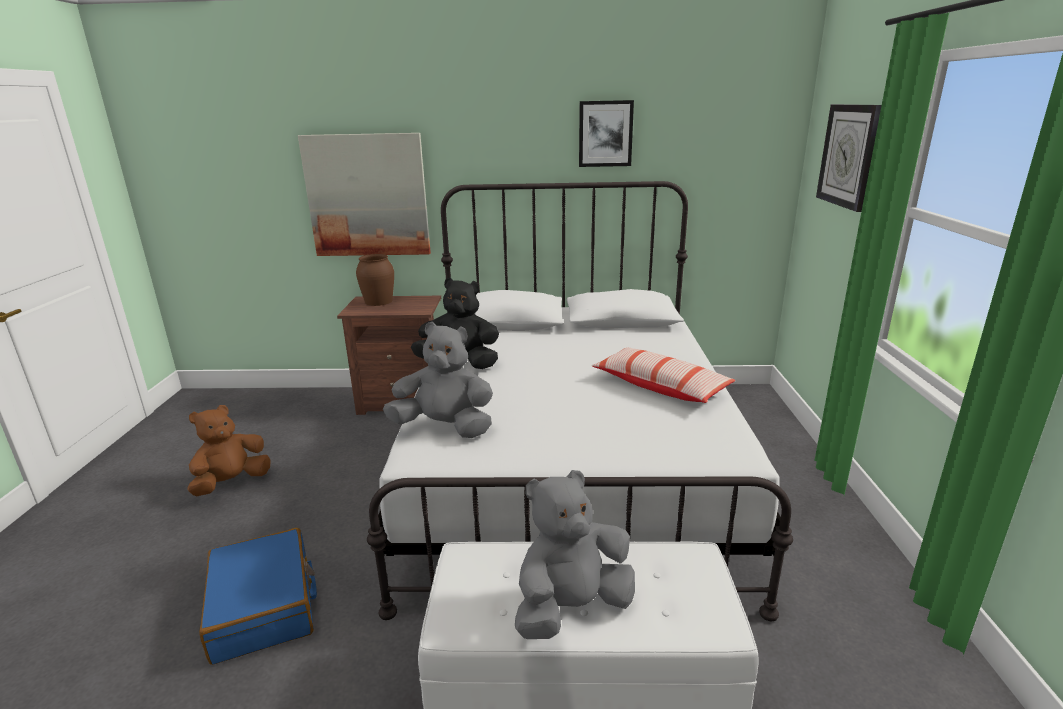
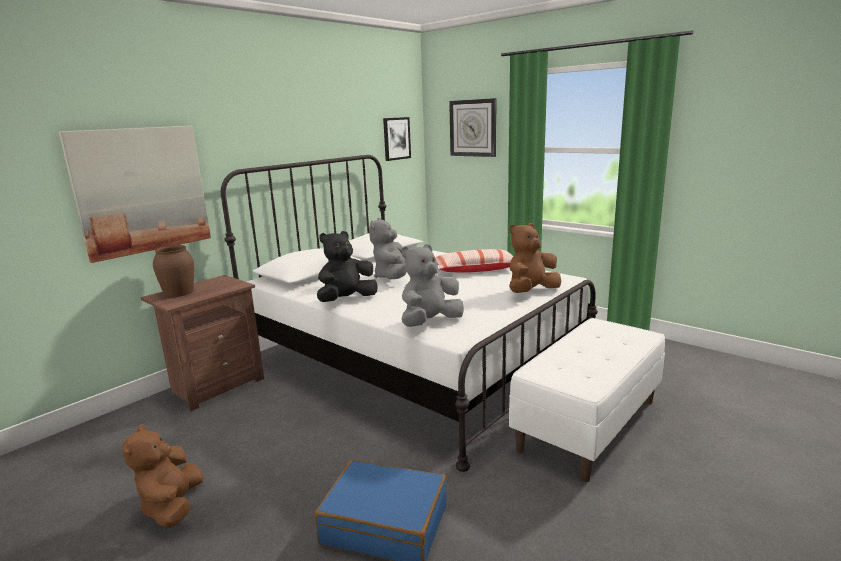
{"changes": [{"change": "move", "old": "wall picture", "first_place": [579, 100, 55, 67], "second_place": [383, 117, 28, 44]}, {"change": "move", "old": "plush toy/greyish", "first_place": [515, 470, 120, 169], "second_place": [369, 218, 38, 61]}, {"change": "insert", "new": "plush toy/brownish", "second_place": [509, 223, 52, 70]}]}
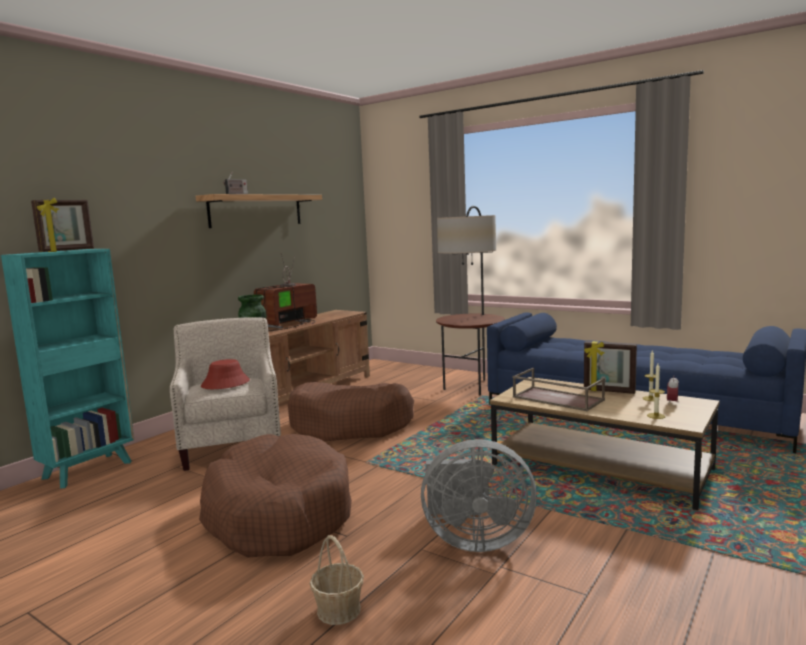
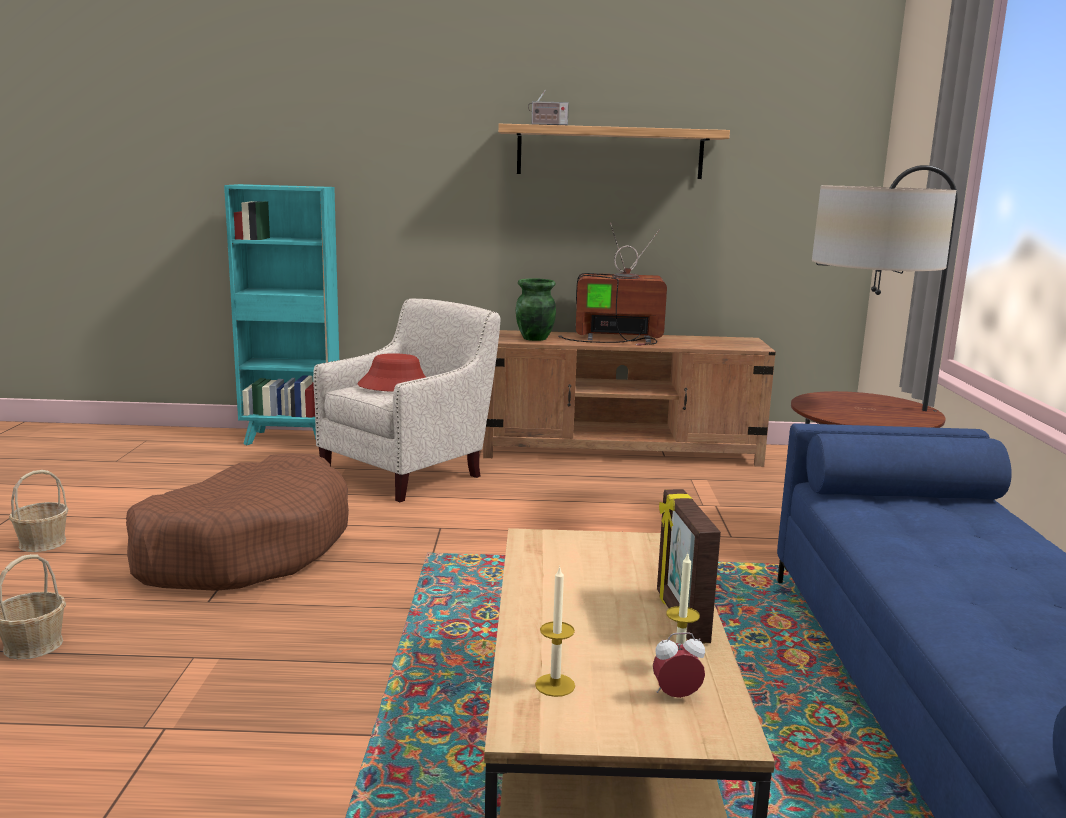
{"changes": [{"change": "delete", "old": "picture frame", "first_place": [31, 198, 63, 54]}, {"change": "delete", "old": "carrying tray/brownish", "first_place": [513, 368, 92, 43]}, {"change": "delete", "old": "dog bed/brownish", "first_place": [288, 382, 126, 59]}, {"change": "delete", "old": "cooling fan/greyish", "first_place": [421, 439, 116, 113]}, {"change": "insert", "new": "basket", "second_place": [9, 470, 59, 82]}]}
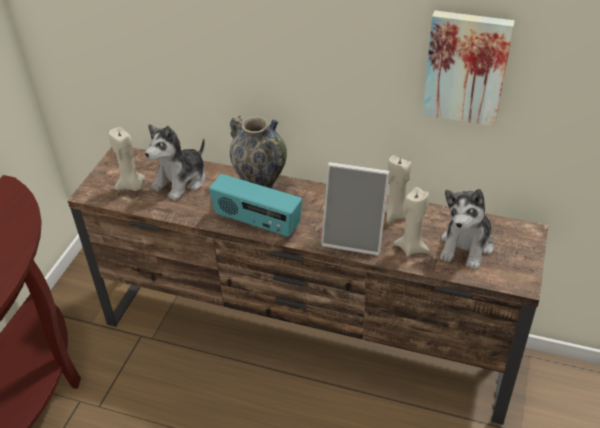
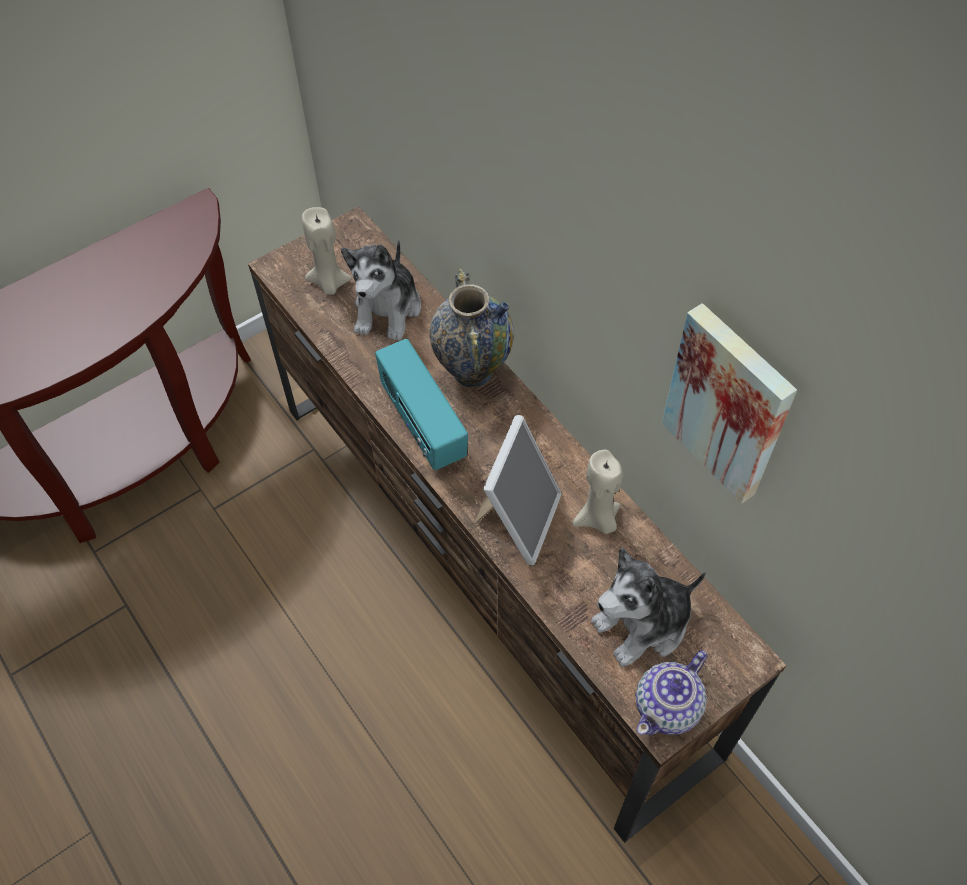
{"changes": [{"change": "rotate", "old": "plush toy", "first_place": [145, 124, 60, 77], "second_place": [341, 239, 80, 102], "degrees": -60}, {"change": "rotate", "old": "picture frame", "first_place": [321, 162, 69, 94], "second_place": [474, 415, 88, 150], "degrees": -120}, {"change": "delete", "old": "wax candle/beige", "first_place": [393, 187, 37, 70]}, {"change": "insert", "new": "pot for tea", "second_place": [635, 650, 73, 85]}]}
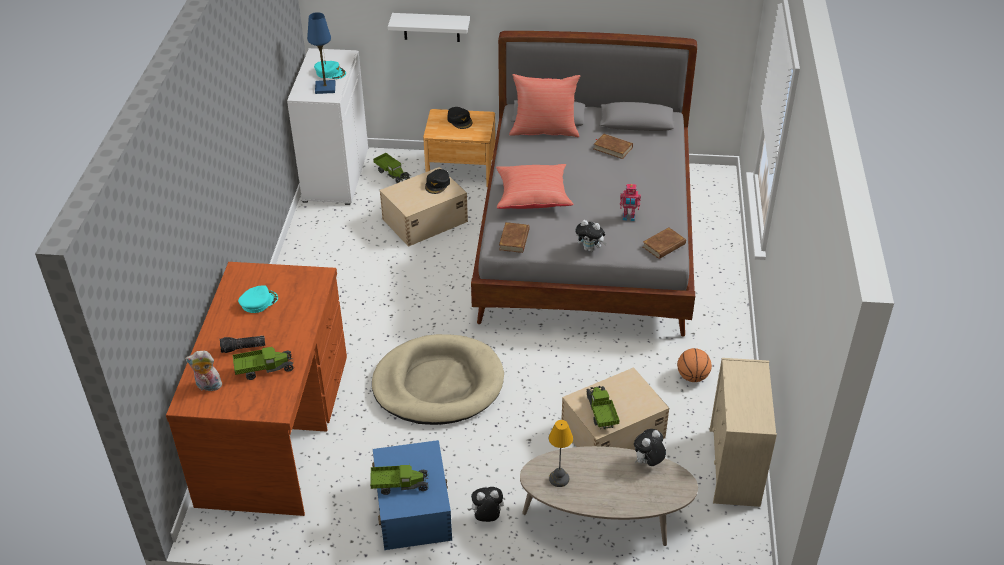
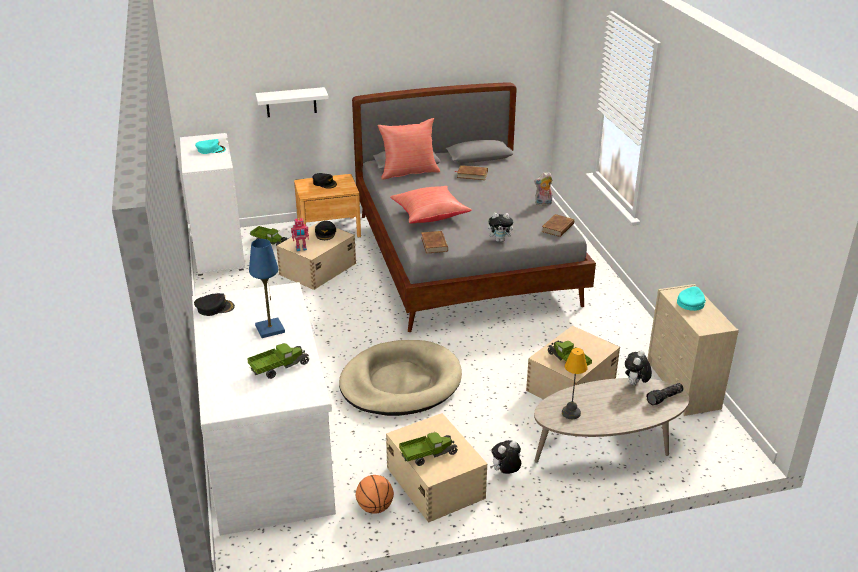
{"changes": [{"change": "move", "old": "lamp for a table/blue-coloured", "first_place": [307, 12, 29, 82], "second_place": [249, 239, 36, 99]}, {"change": "move", "old": "toy robot", "first_place": [620, 184, 21, 37], "second_place": [291, 218, 18, 33]}, {"change": "recolor", "old": "desk/brownish", "new": "desk/whitish", "first_place": [166, 262, 181, 254], "second_place": [192, 282, 144, 254]}, {"change": "move", "old": "cap/turquoise", "first_place": [238, 285, 40, 28], "second_place": [677, 286, 29, 25]}, {"change": "move", "old": "hand torch", "first_place": [220, 336, 45, 17], "second_place": [646, 383, 38, 22]}, {"change": "move", "old": "basketball ball", "first_place": [677, 348, 35, 34], "second_place": [356, 475, 38, 39]}, {"change": "move", "old": "plush toy", "first_place": [185, 351, 37, 40], "second_place": [534, 172, 19, 34]}, {"change": "recolor", "old": "storage box/blue-coloured", "new": "storage box/beige", "first_place": [372, 440, 80, 110], "second_place": [386, 413, 101, 110]}, {"change": "insert", "new": "cap/blackish", "second_place": [194, 293, 41, 23]}]}
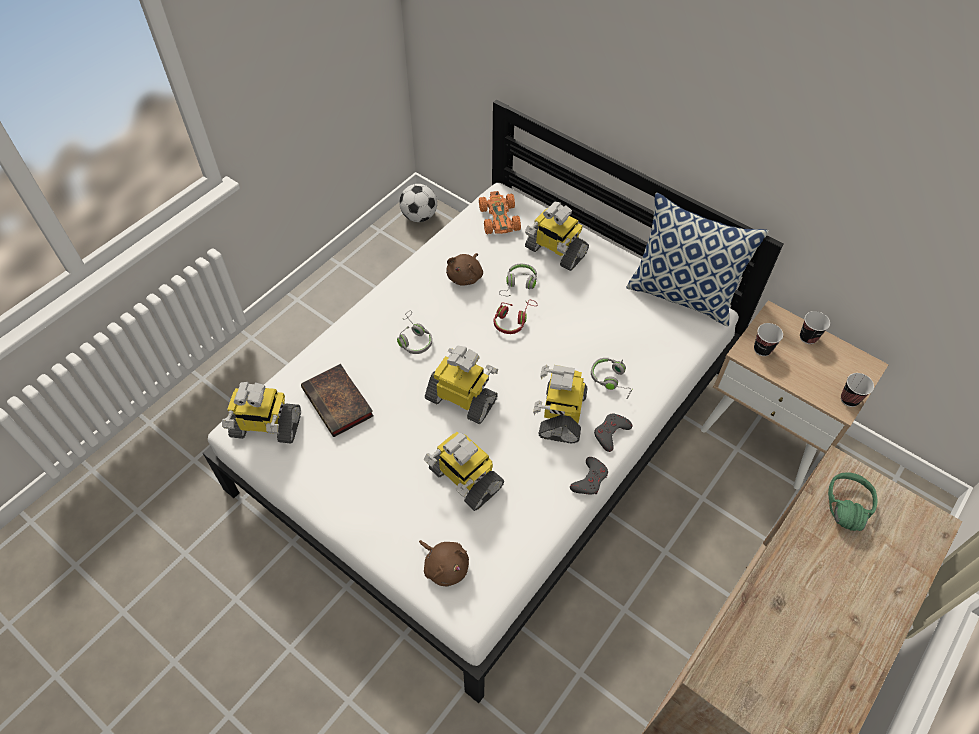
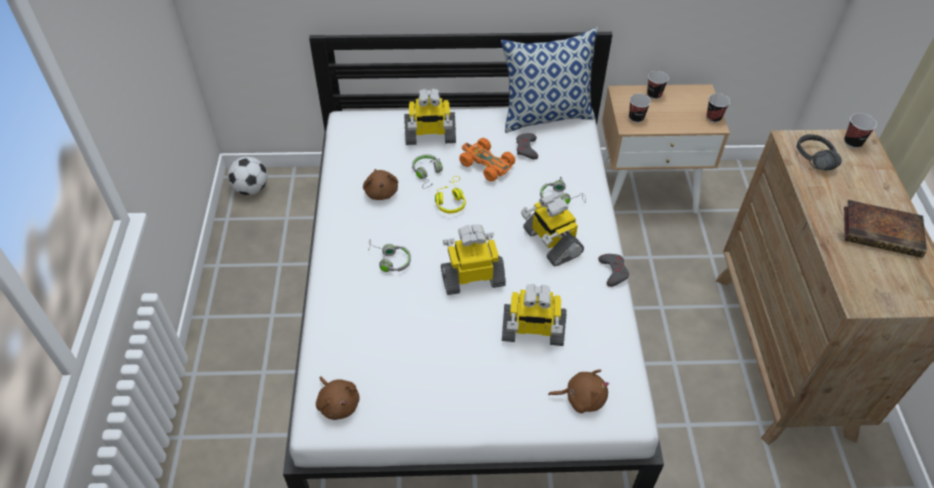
{"changes": [{"change": "move", "old": "model car/orange-coloured", "first_place": [479, 191, 42, 43], "second_place": [459, 138, 56, 44]}, {"change": "recolor", "old": "pair of headphones/red", "new": "pair of headphones/yellow-coloured", "first_place": [494, 300, 43, 34], "second_place": [435, 176, 31, 38]}, {"change": "move", "old": "volume", "first_place": [301, 364, 73, 73], "second_place": [844, 200, 83, 58]}, {"change": "replace", "old": "toy robot", "new": "plush toy/brownish", "first_place": [222, 382, 79, 62], "second_place": [316, 376, 44, 44]}, {"change": "move", "old": "game controller/greyish", "first_place": [594, 414, 39, 38], "second_place": [516, 133, 22, 27]}, {"change": "recolor", "old": "pair of headphones/green-coloured", "new": "pair of headphones/blackish", "first_place": [828, 472, 49, 59], "second_place": [797, 134, 45, 37]}, {"change": "insert", "new": "small cup", "second_place": [844, 113, 33, 35]}]}
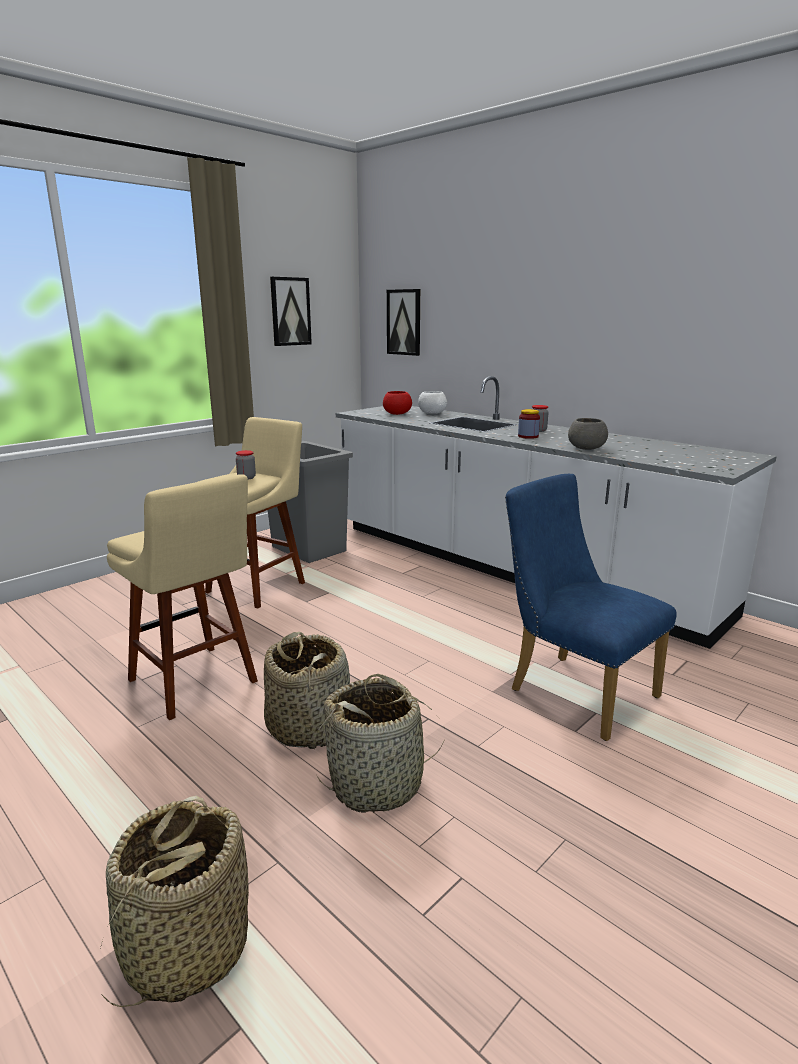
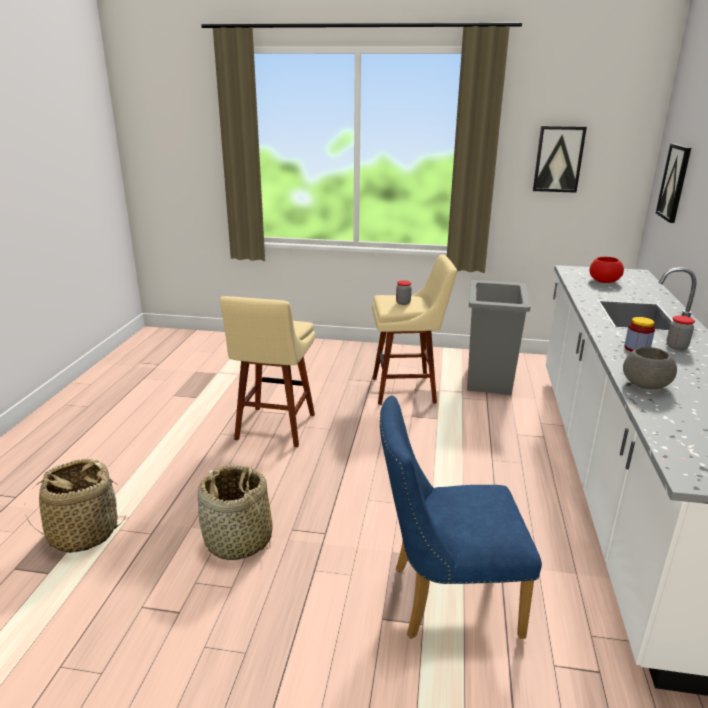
{"changes": [{"change": "delete", "old": "deep dish/whitish", "first_place": [418, 391, 29, 23]}, {"change": "rotate", "old": "chair/blue-coloured", "first_place": [505, 474, 172, 267], "second_place": [380, 396, 162, 243], "degrees": -105}, {"change": "delete", "old": "basket", "first_place": [264, 632, 86, 117]}]}
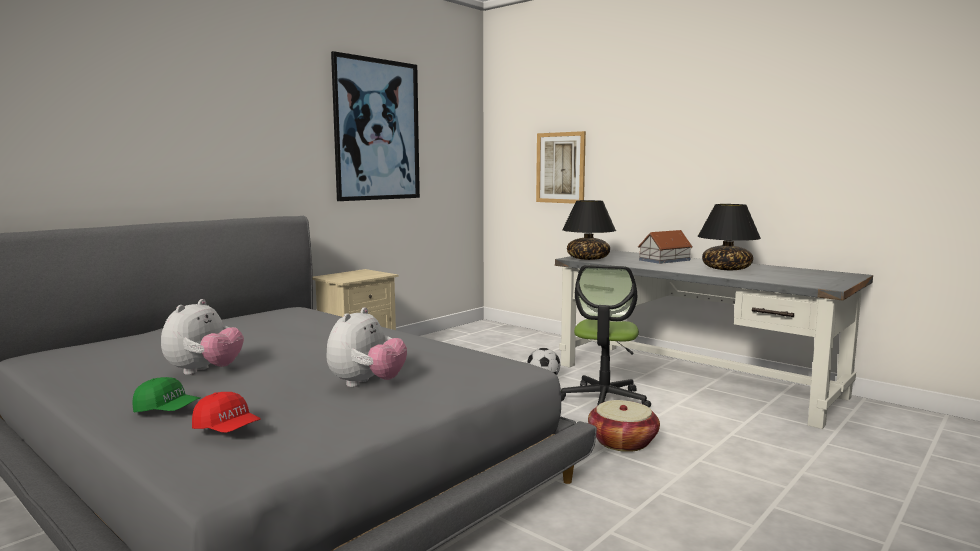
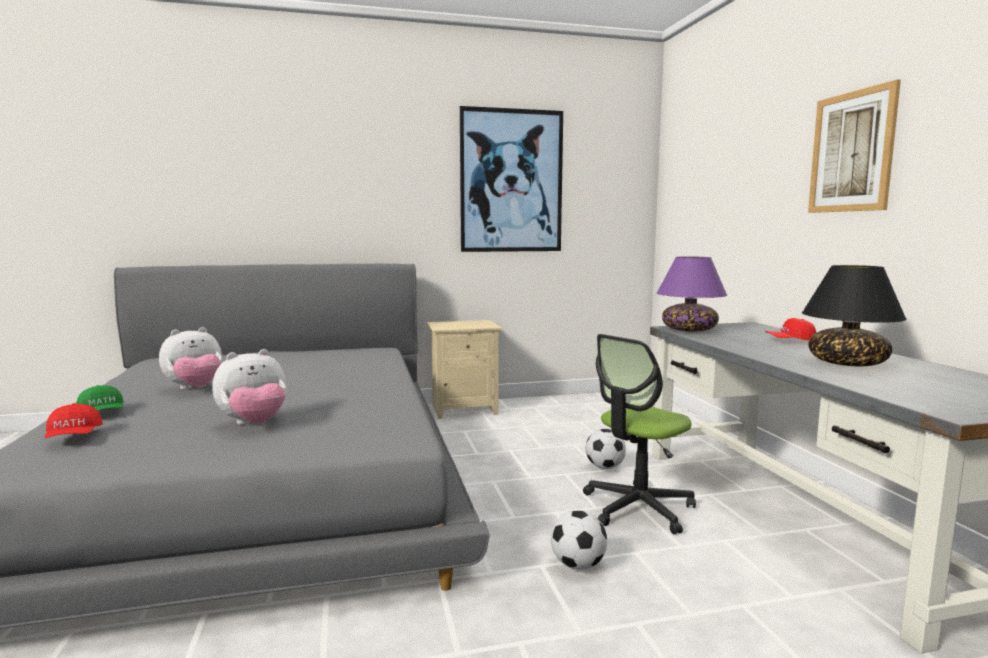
{"changes": [{"change": "move", "old": "wall picture", "first_place": [536, 131, 50, 73], "second_place": [808, 79, 93, 134]}, {"change": "recolor", "old": "lamp for a table/blackish", "new": "lamp for a table/purplish", "first_place": [562, 200, 54, 60], "second_place": [657, 256, 70, 76]}, {"change": "replace", "old": "miniature house", "new": "cap/red", "first_place": [638, 230, 55, 34], "second_place": [765, 318, 52, 23]}, {"change": "replace", "old": "basket", "new": "ball for football", "first_place": [588, 400, 72, 52], "second_place": [551, 510, 56, 60]}]}
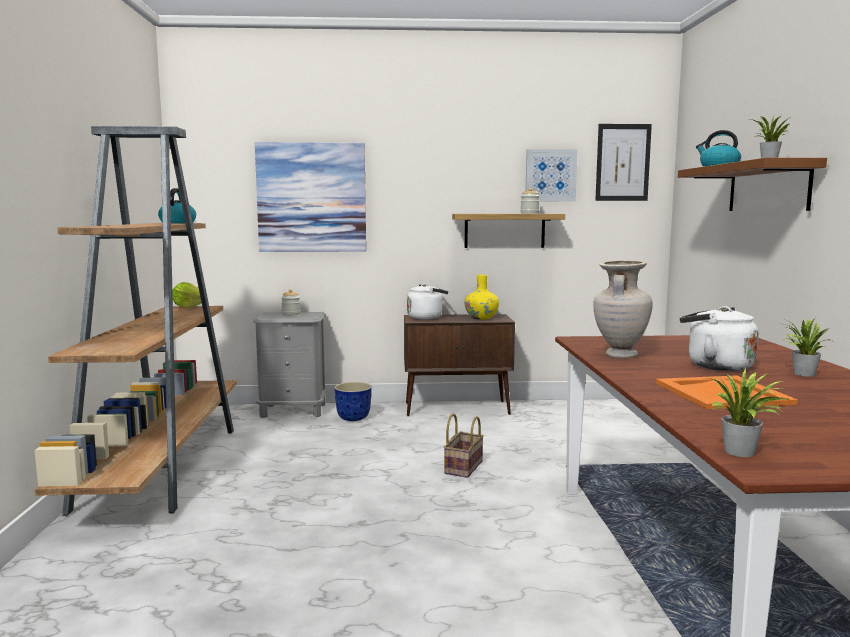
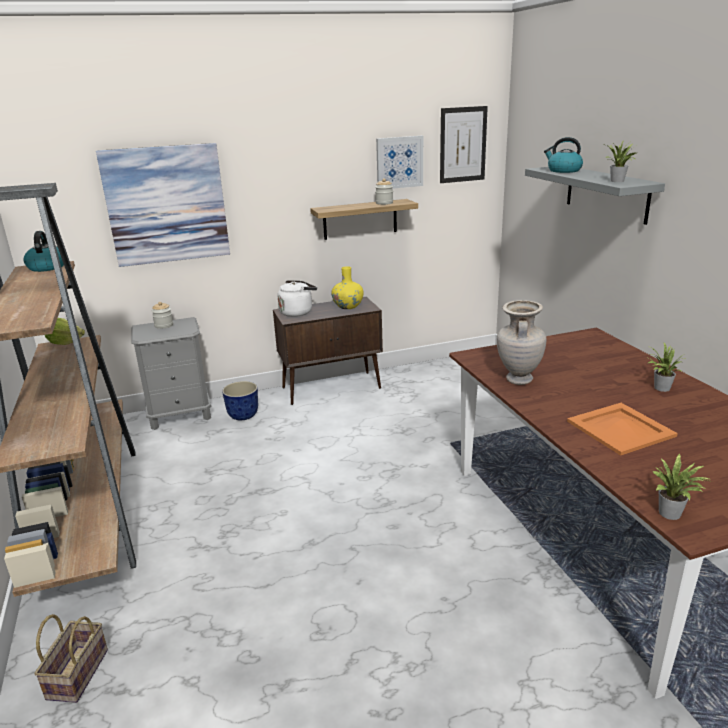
{"changes": [{"change": "recolor", "old": "wall shelf/brownish", "new": "wall shelf/greyish", "first_place": [678, 158, 149, 53], "second_place": [525, 167, 140, 58]}, {"change": "delete", "old": "kettle/whitish", "first_place": [680, 306, 78, 65]}, {"change": "move", "old": "basket", "first_place": [443, 413, 41, 65], "second_place": [35, 614, 73, 89]}]}
